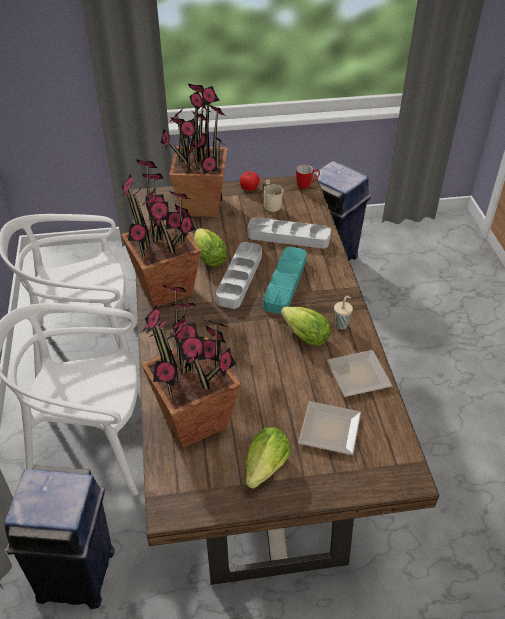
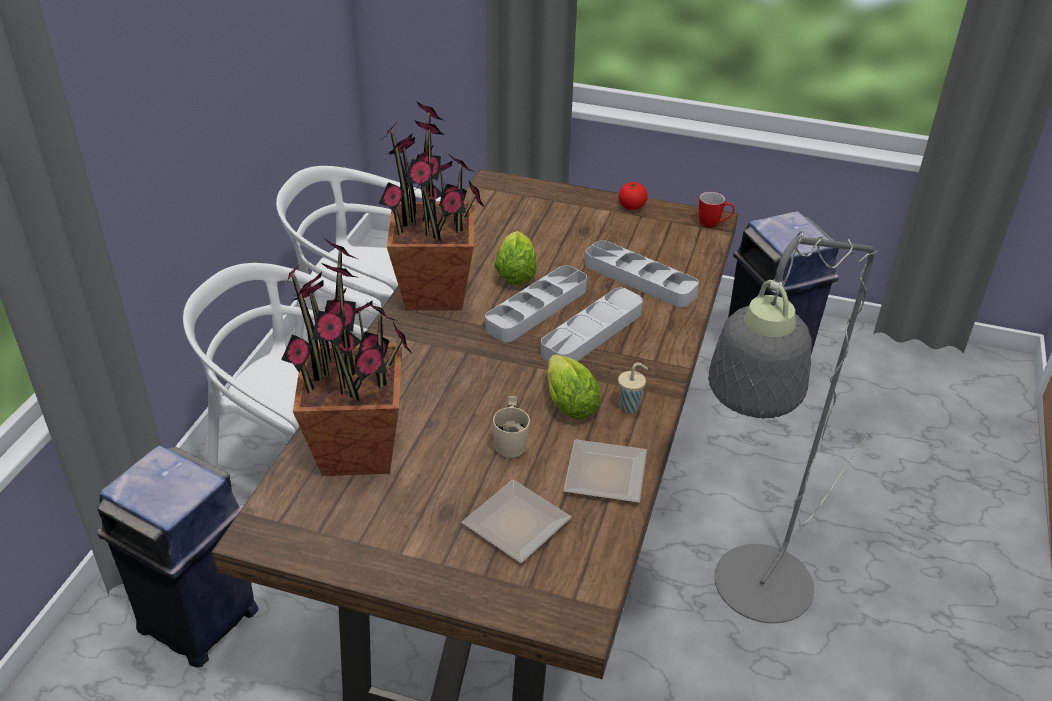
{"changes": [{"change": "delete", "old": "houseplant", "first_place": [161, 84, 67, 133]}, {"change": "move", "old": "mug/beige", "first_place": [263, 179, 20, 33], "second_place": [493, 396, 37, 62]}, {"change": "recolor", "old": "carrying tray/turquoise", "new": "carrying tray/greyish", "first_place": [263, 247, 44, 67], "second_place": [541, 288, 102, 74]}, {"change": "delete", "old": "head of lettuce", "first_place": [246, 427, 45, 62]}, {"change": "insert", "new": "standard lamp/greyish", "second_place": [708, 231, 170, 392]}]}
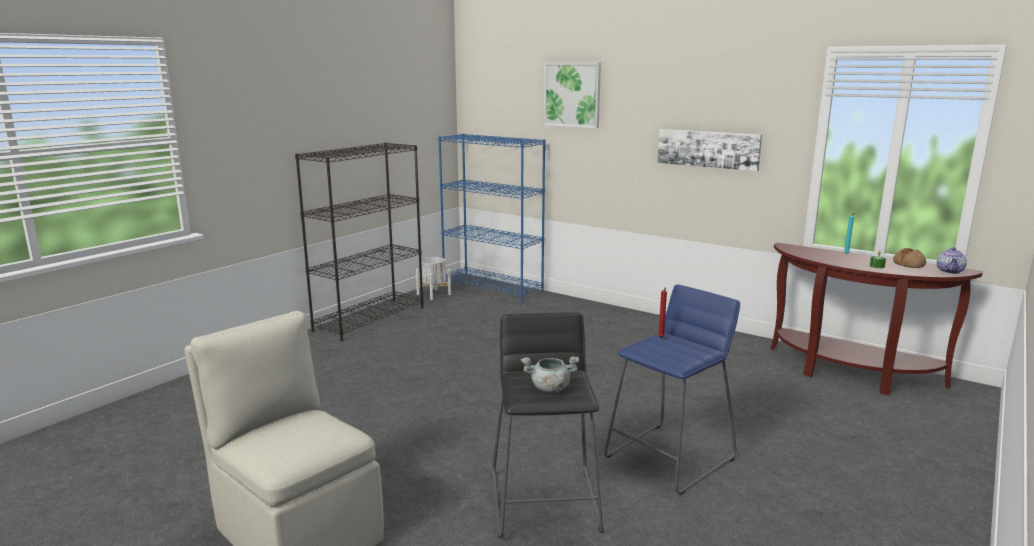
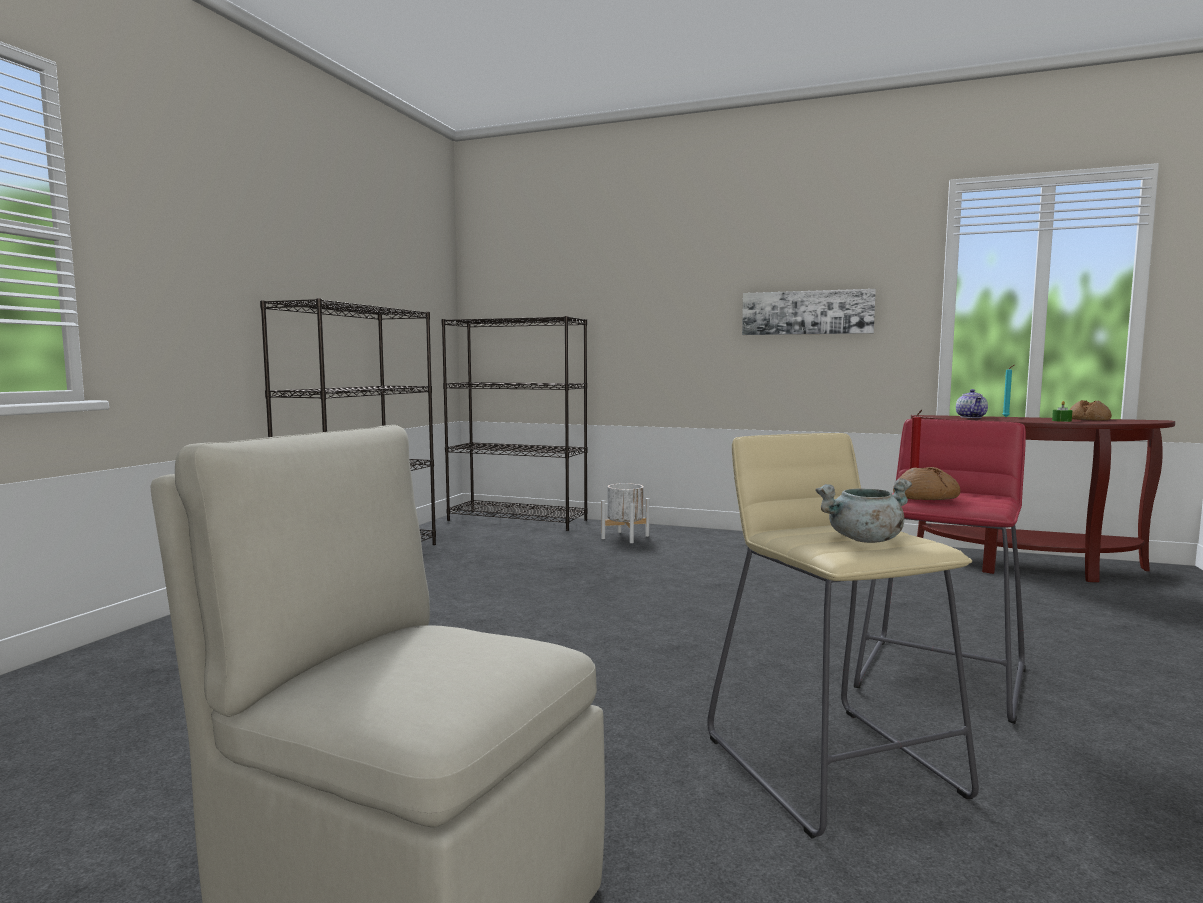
{"changes": [{"change": "delete", "old": "wall picture", "first_place": [544, 63, 57, 66]}, {"change": "recolor", "old": "bookcase/blue-coloured", "new": "bookcase/blackish", "first_place": [438, 134, 108, 168], "second_place": [442, 316, 146, 215]}, {"change": "move", "old": "pot for tea", "first_place": [937, 247, 30, 27], "second_place": [956, 389, 32, 29]}, {"change": "move", "old": "plant pot/whitish", "first_place": [416, 257, 35, 43], "second_place": [601, 483, 48, 60]}, {"change": "recolor", "old": "stool/blue-coloured", "new": "stool/red", "first_place": [604, 285, 136, 210], "second_place": [854, 419, 172, 305]}, {"change": "recolor", "old": "stool/blackish", "new": "stool/beige", "first_place": [491, 312, 113, 226], "second_place": [707, 433, 272, 406]}, {"change": "insert", "new": "baked bread", "second_place": [893, 467, 67, 33]}]}
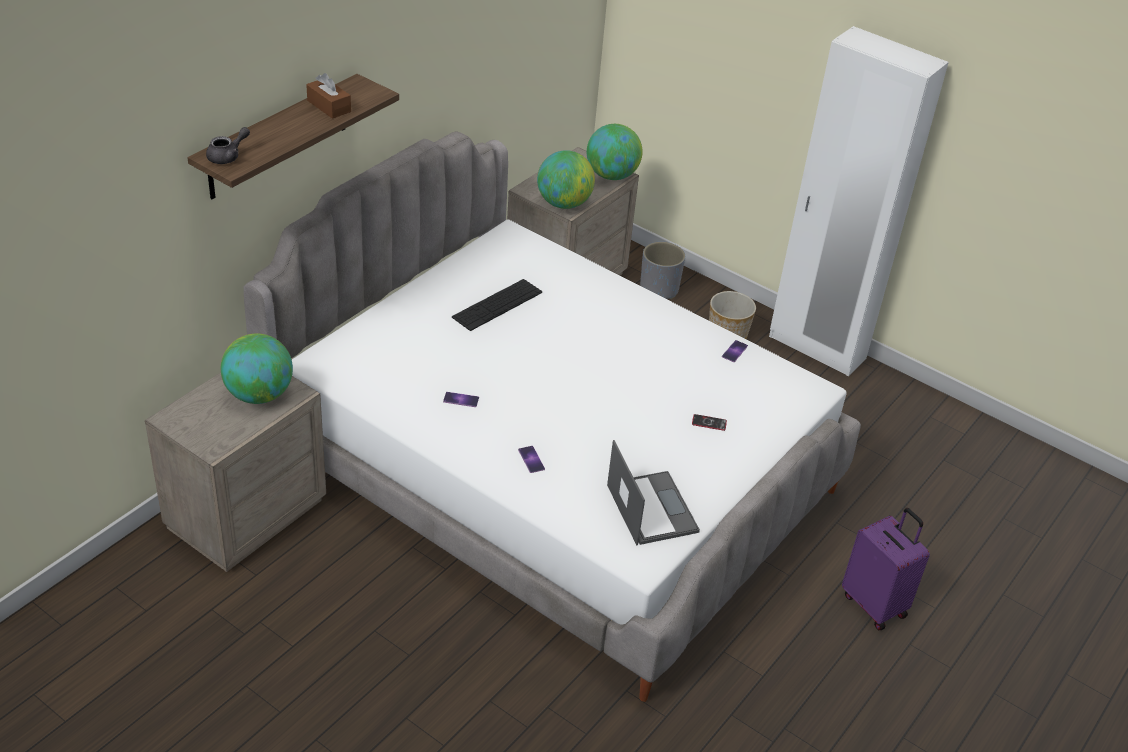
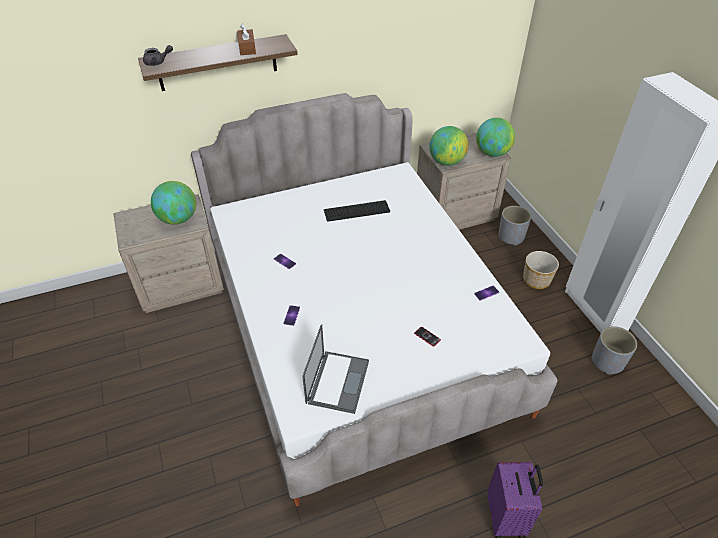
{"changes": [{"change": "insert", "new": "plant pot/greyish", "second_place": [592, 326, 45, 48]}]}
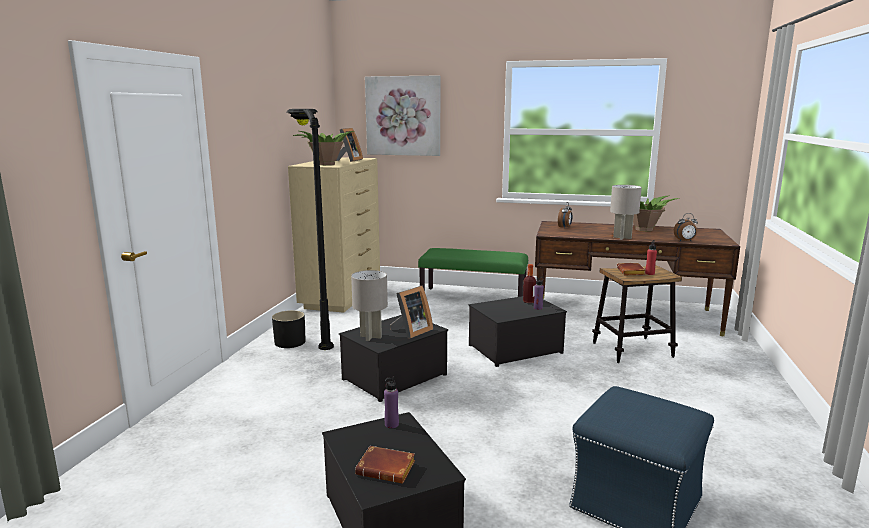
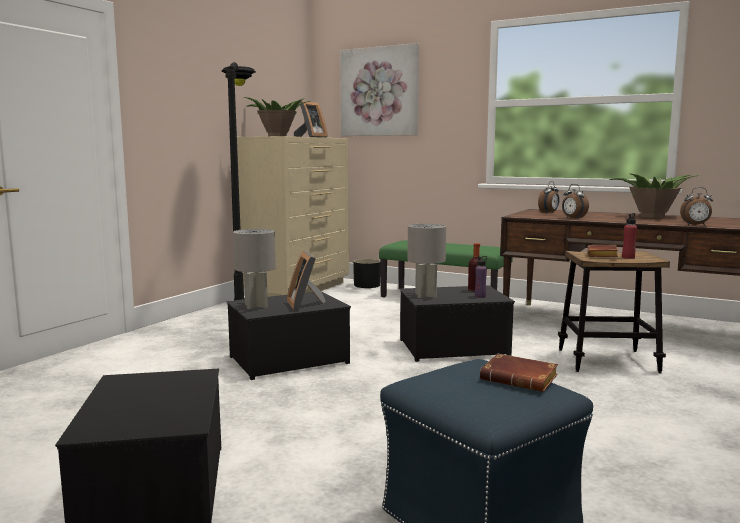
{"changes": [{"change": "move", "old": "lamp for a table/greyish", "first_place": [610, 185, 32, 55], "second_place": [407, 224, 39, 74]}, {"change": "rotate", "old": "picture frame", "first_place": [390, 286, 43, 52], "second_place": [287, 251, 38, 60], "degrees": 105}, {"change": "move", "old": "plant pot/blackish", "first_place": [272, 310, 34, 38], "second_place": [353, 259, 28, 29]}, {"change": "delete", "old": "drink bottle/purplish", "first_place": [384, 376, 15, 52]}, {"change": "move", "old": "volume/brownish", "first_place": [355, 446, 60, 38], "second_place": [480, 353, 78, 39]}, {"change": "insert", "new": "bedside clock", "second_place": [562, 184, 27, 35]}]}
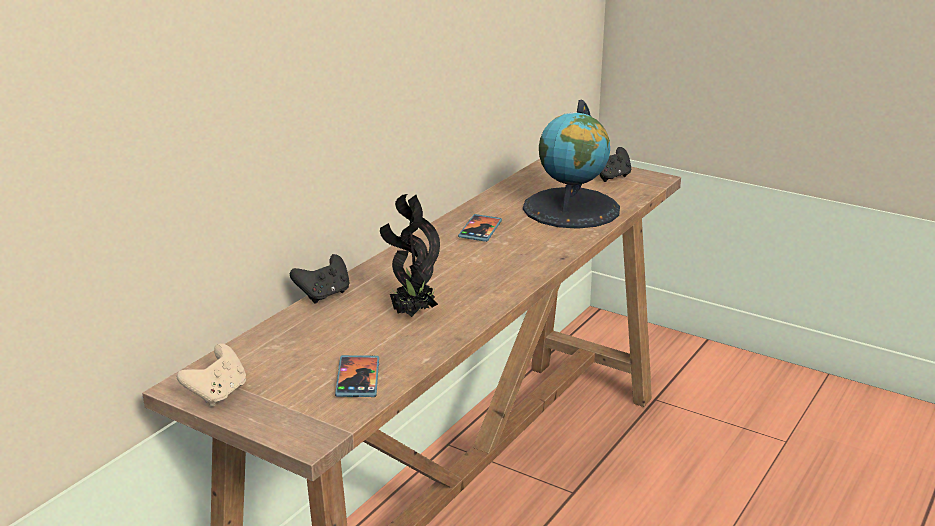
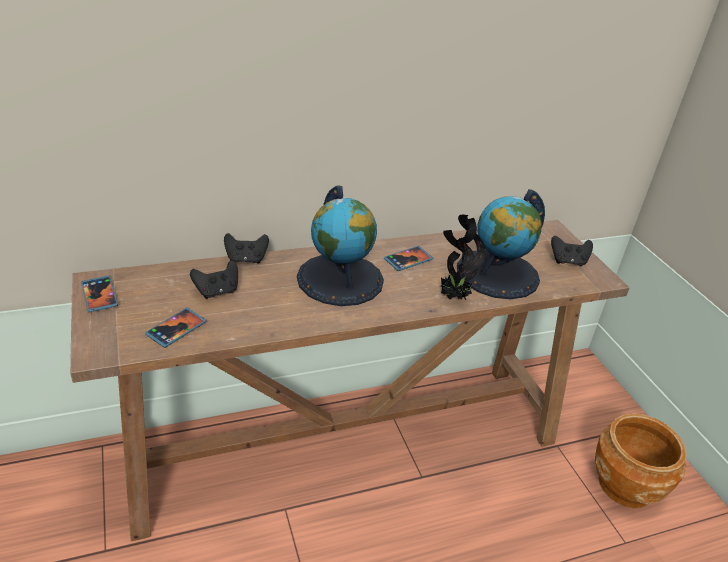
{"changes": [{"change": "move", "old": "houseplant", "first_place": [380, 194, 60, 123], "second_place": [439, 214, 46, 86]}, {"change": "replace", "old": "game controller/beige", "new": "phone", "first_place": [177, 343, 69, 64], "second_place": [81, 276, 37, 37]}, {"change": "insert", "new": "globe", "second_place": [297, 185, 87, 121]}, {"change": "insert", "new": "game controller/blackish", "second_place": [190, 261, 48, 38]}, {"change": "insert", "new": "plant pot/brownish", "second_place": [595, 413, 92, 95]}]}
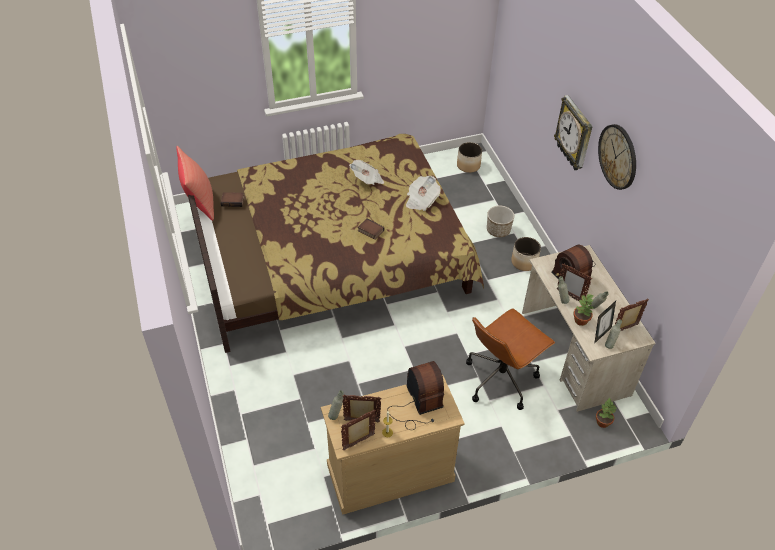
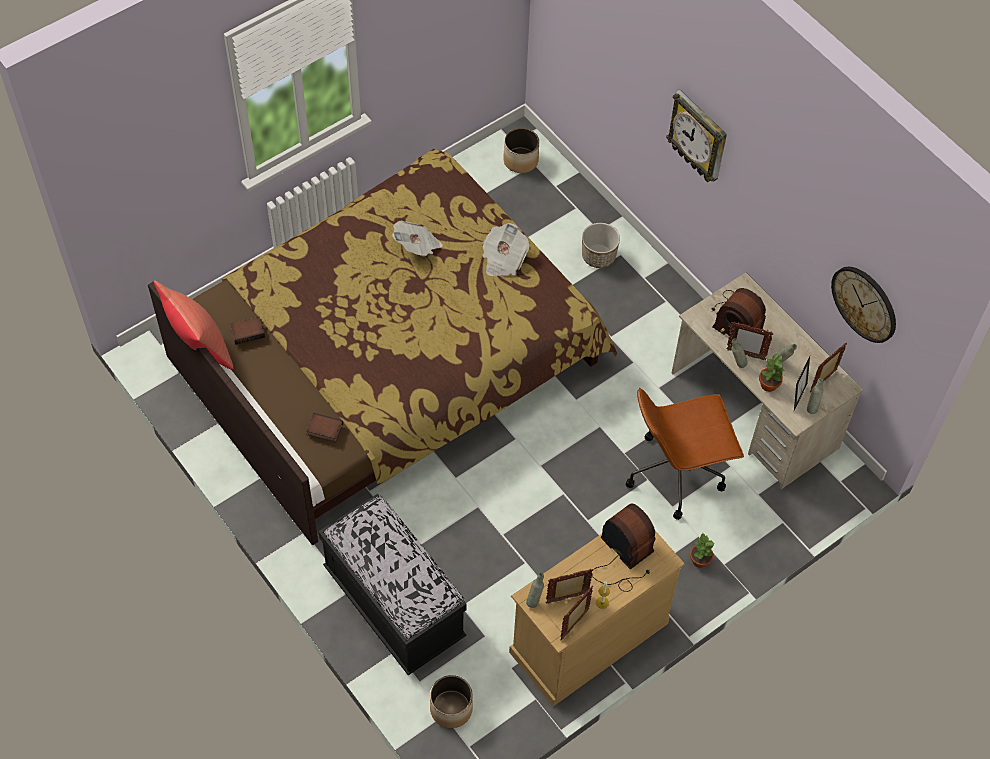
{"changes": [{"change": "move", "old": "clock on the wall", "first_place": [598, 124, 38, 66], "second_place": [831, 267, 65, 76]}, {"change": "move", "old": "volume", "first_place": [358, 218, 26, 22], "second_place": [306, 413, 37, 30]}, {"change": "move", "old": "plant pot", "first_place": [511, 237, 30, 34], "second_place": [430, 675, 43, 53]}, {"change": "rotate", "old": "computer chair/brownish", "first_place": [466, 308, 89, 102], "second_place": [626, 388, 118, 132], "degrees": 45}, {"change": "move", "old": "houseplant", "first_place": [596, 398, 21, 30], "second_place": [690, 533, 25, 35]}, {"change": "insert", "new": "long seat/blackish", "second_place": [318, 494, 149, 181]}]}
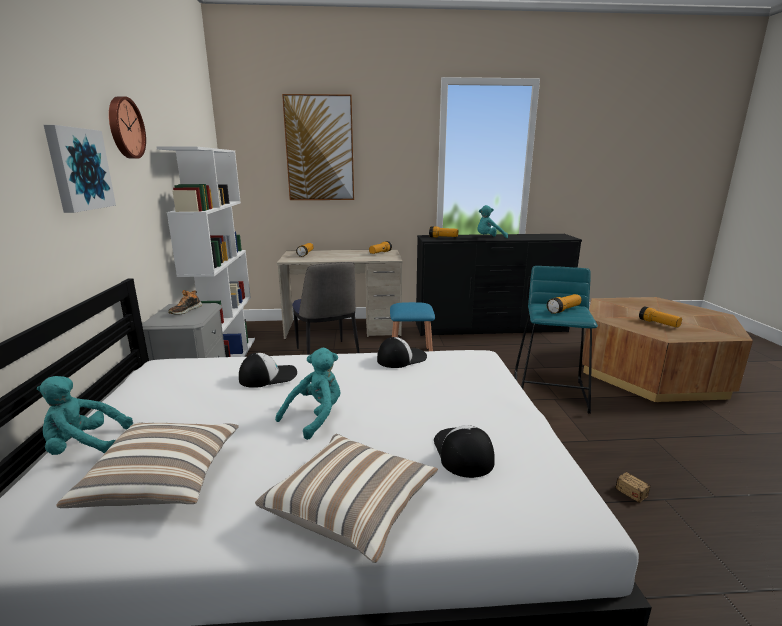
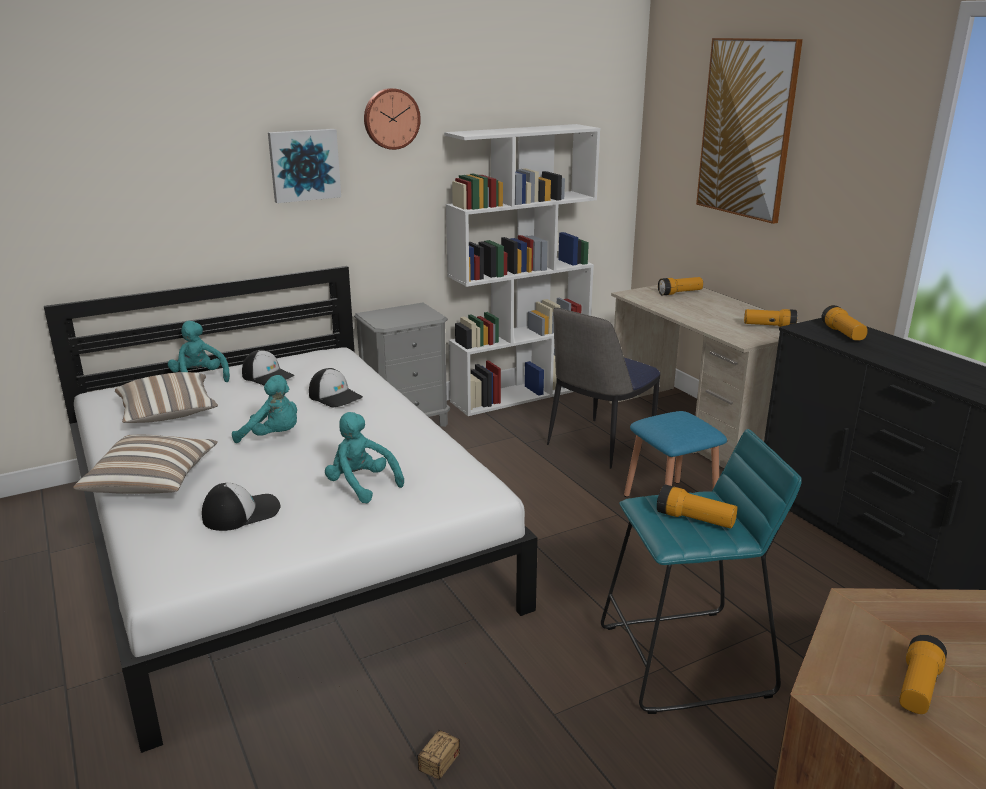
{"changes": [{"change": "move", "old": "plush toy/turquoise", "first_place": [477, 205, 31, 33], "second_place": [325, 412, 79, 91]}, {"change": "delete", "old": "low shoe", "first_place": [168, 290, 34, 25]}, {"change": "move", "old": "cap", "first_place": [377, 337, 50, 31], "second_place": [242, 350, 52, 35]}]}
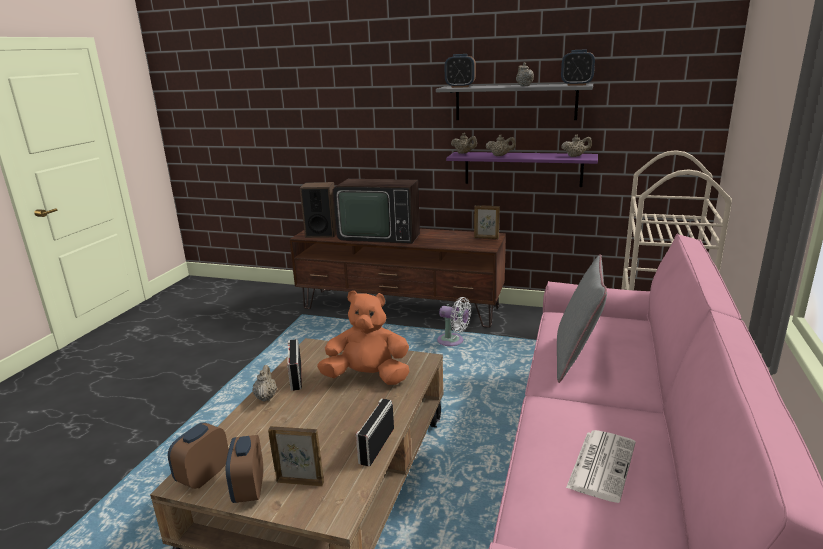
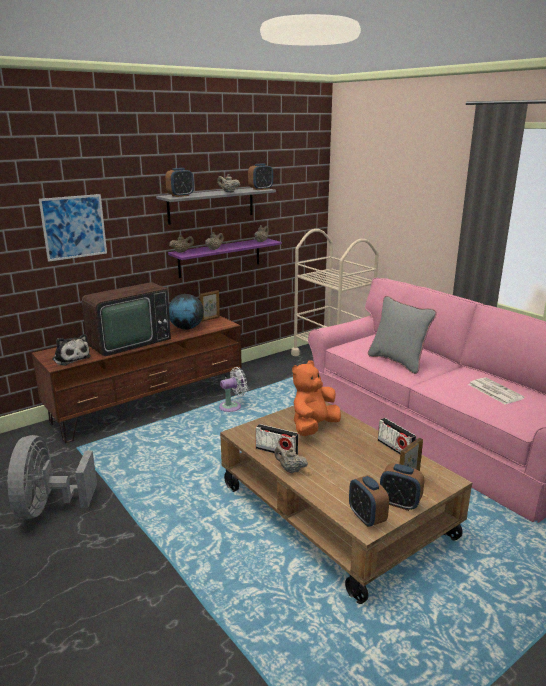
{"changes": [{"change": "replace", "old": "speaker", "new": "plush toy", "first_place": [300, 182, 36, 56], "second_place": [53, 334, 38, 32]}, {"change": "insert", "new": "wall picture", "second_place": [39, 194, 68, 68]}, {"change": "insert", "new": "globe", "second_place": [169, 294, 35, 36]}, {"change": "insert", "new": "cooling fan/greyish", "second_place": [7, 435, 90, 84]}]}
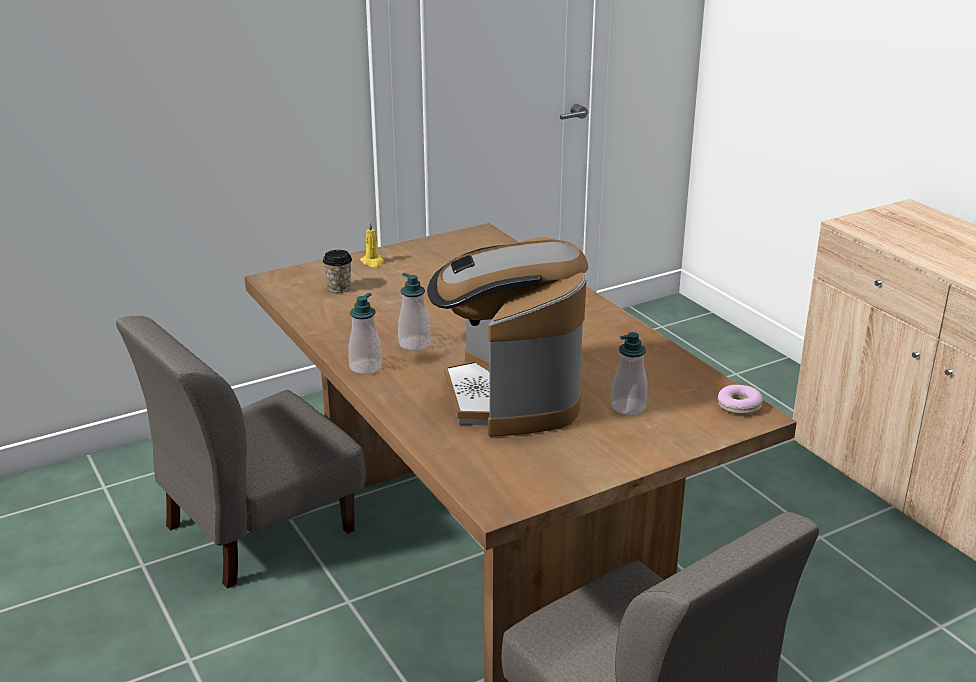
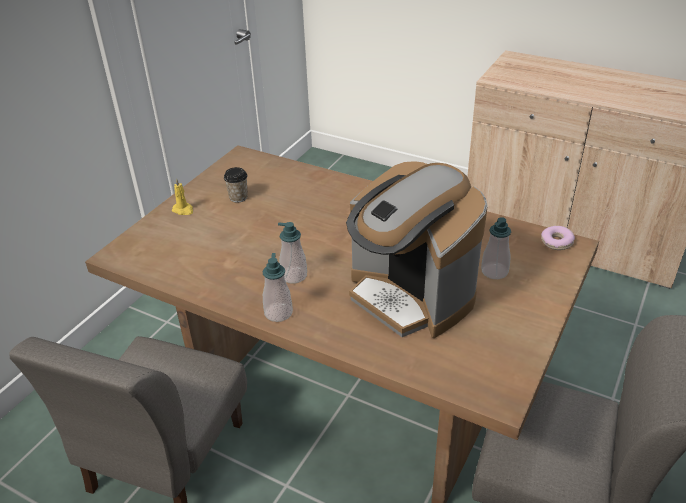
{"changes": [{"change": "move", "old": "small cup", "first_place": [323, 250, 29, 43], "second_place": [224, 167, 24, 36]}]}
